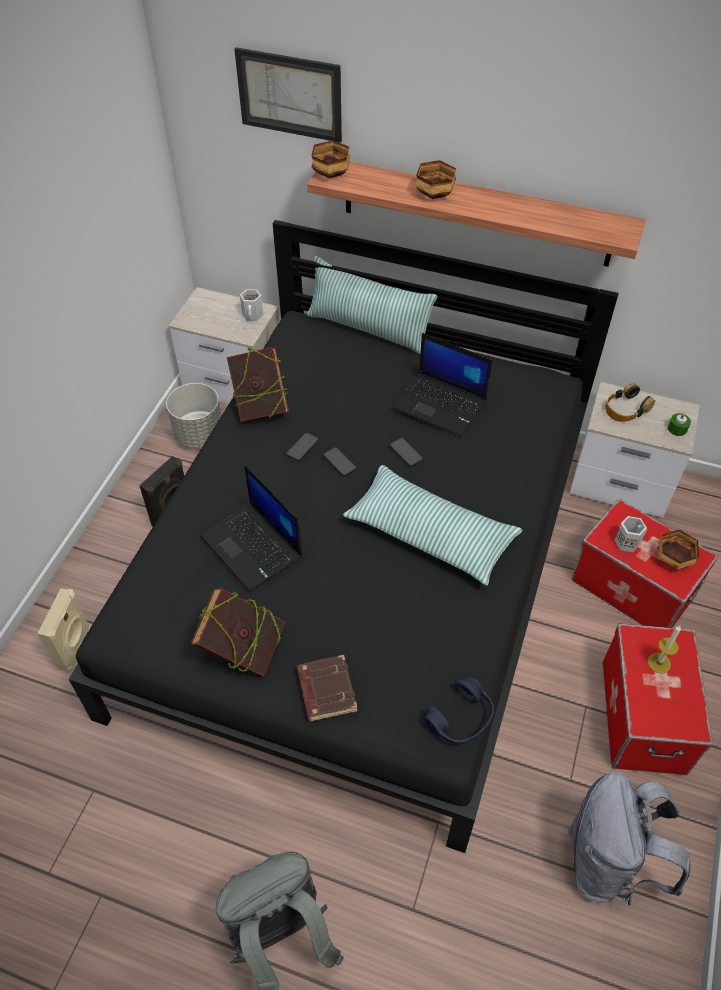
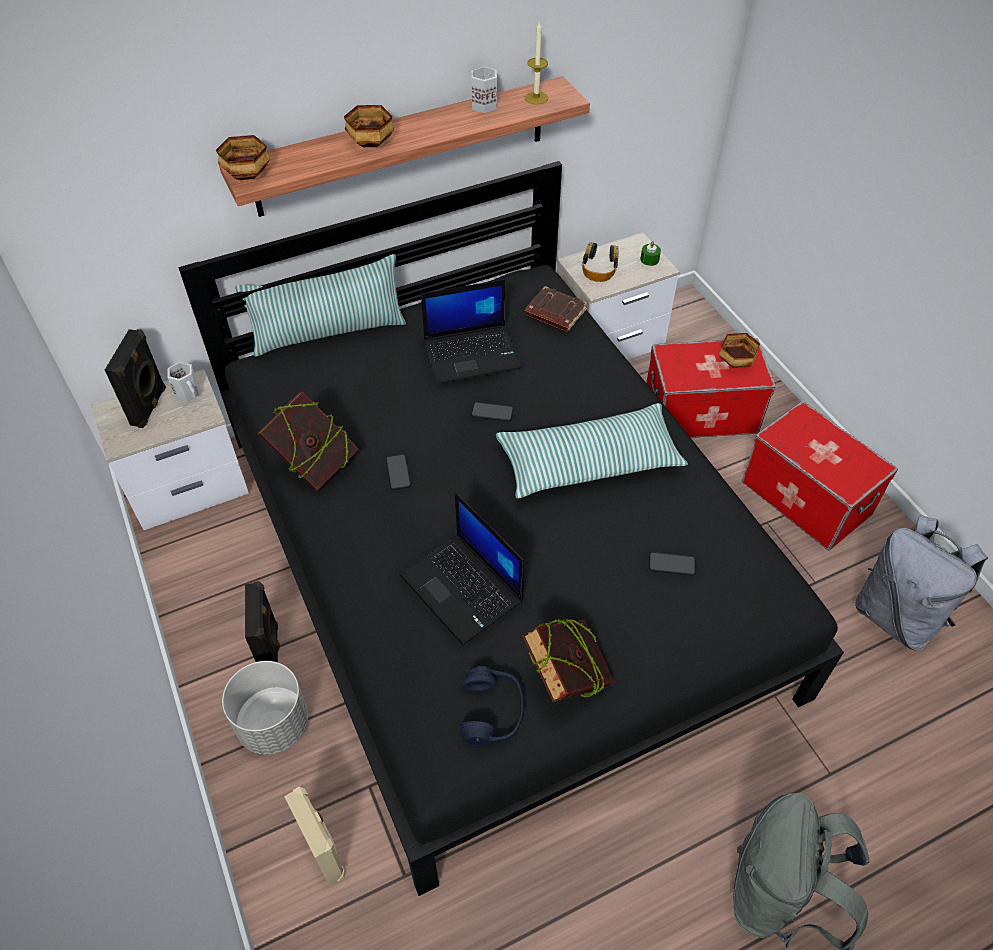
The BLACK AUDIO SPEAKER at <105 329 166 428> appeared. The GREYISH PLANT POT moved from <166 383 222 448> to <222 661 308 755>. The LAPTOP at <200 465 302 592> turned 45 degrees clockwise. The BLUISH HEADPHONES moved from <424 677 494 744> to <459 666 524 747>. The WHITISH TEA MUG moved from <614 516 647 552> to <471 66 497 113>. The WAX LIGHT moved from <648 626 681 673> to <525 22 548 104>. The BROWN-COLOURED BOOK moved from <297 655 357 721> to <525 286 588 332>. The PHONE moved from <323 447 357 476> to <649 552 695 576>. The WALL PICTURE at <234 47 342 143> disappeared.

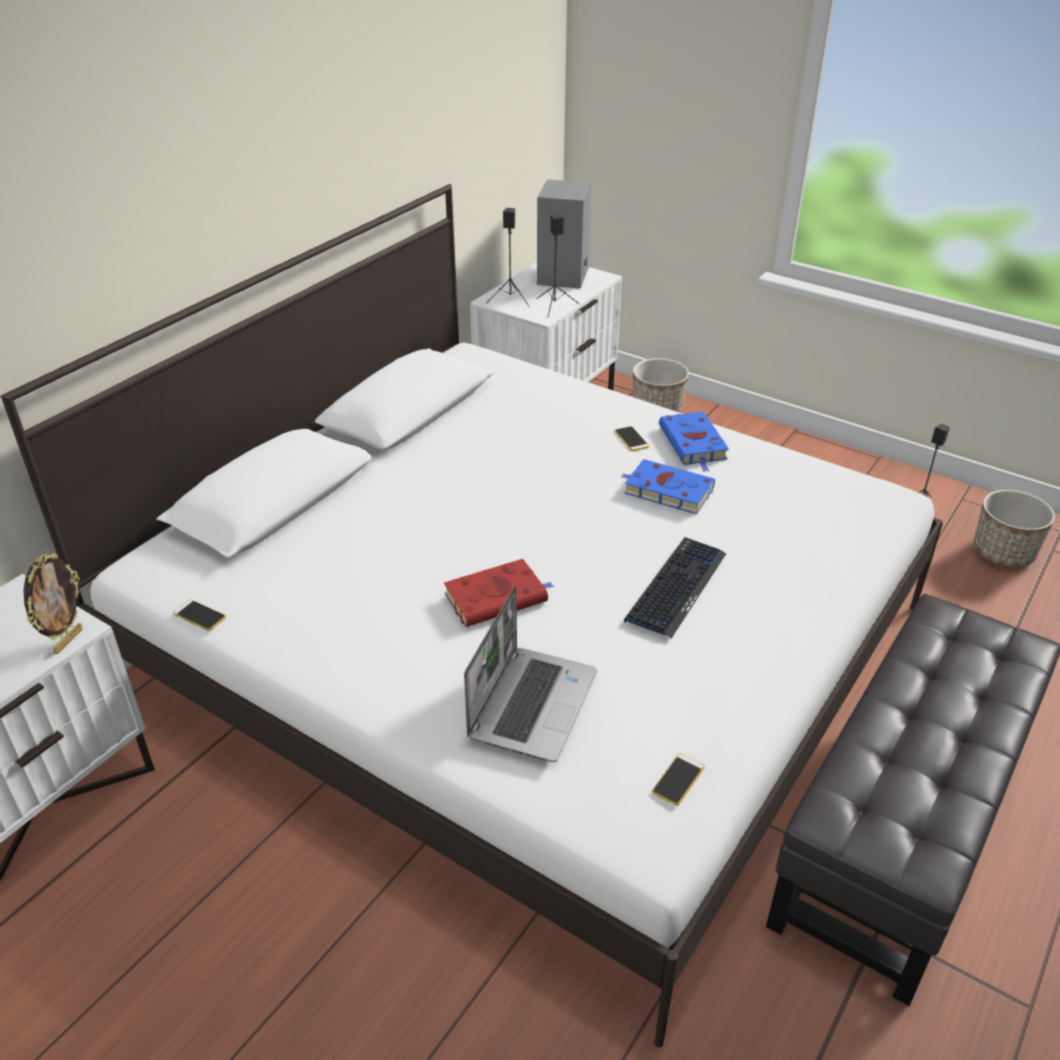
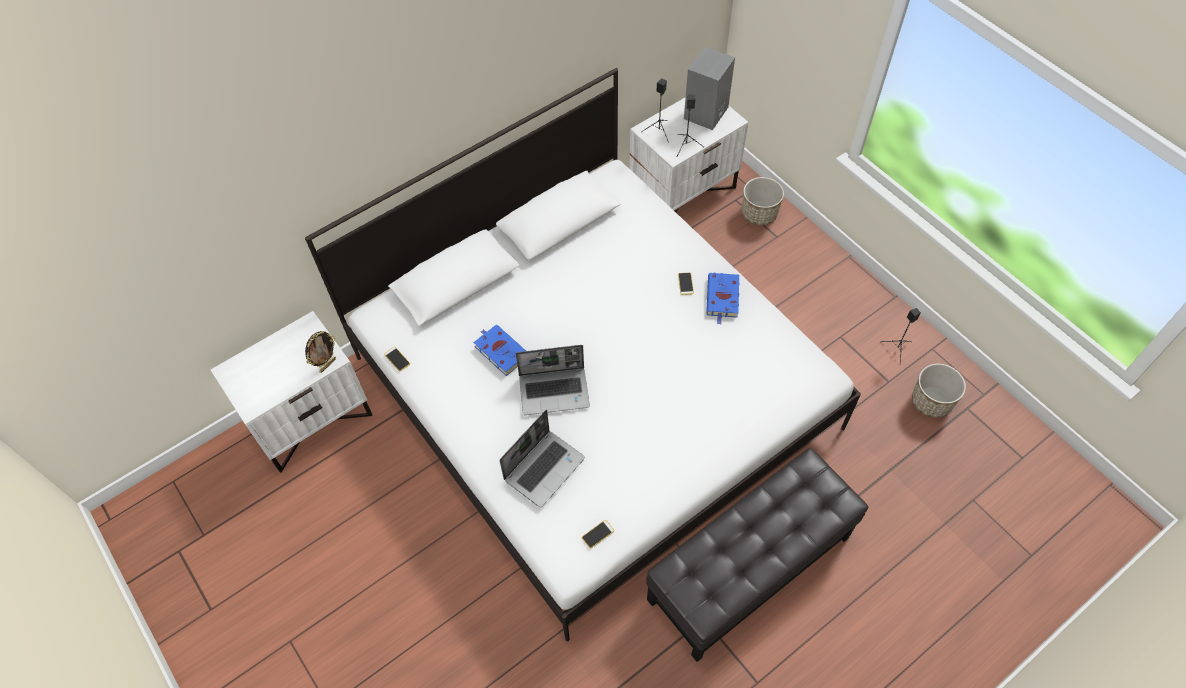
The BLUISH BOOK moved from <621 459 715 514> to <473 325 526 376>. The RED BOOK at <444 559 554 627> was replaced by the LAPTOP at <515 345 590 415>. The COMPUTER KEYBOARD at <624 537 726 639> disappeared.

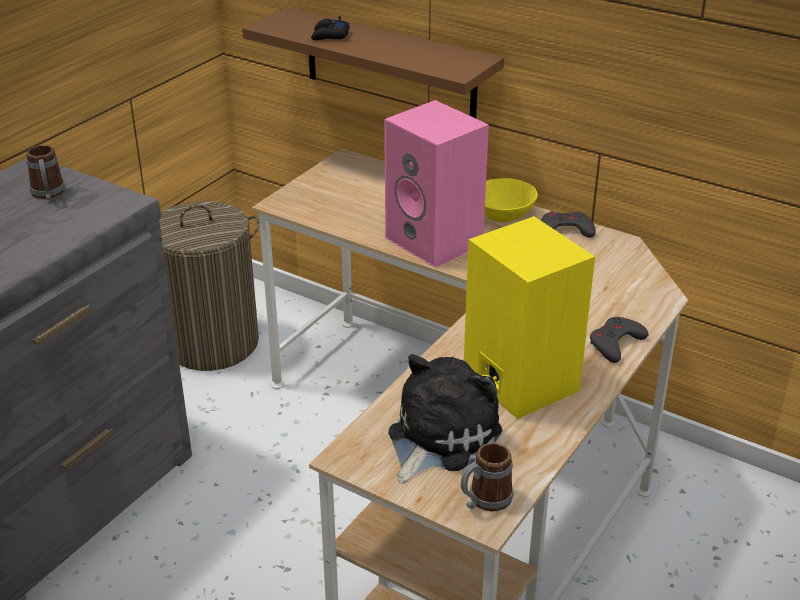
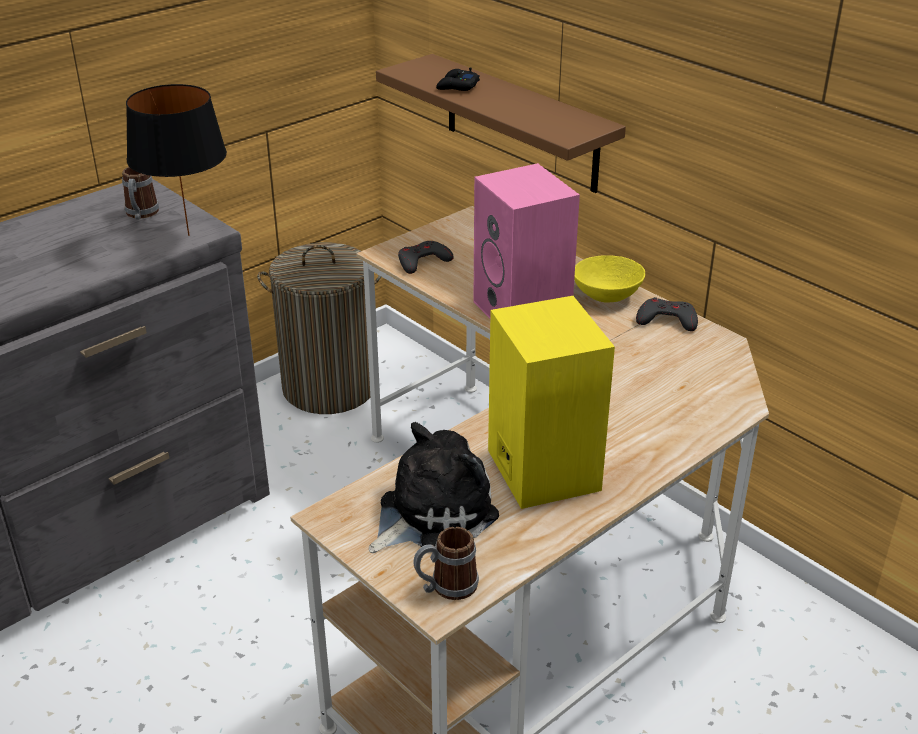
The BLACK TABLE LAMP at <126 84 227 236> appeared. The GREYISH GAMEPAD moved from <590 317 649 363> to <398 241 453 274>.

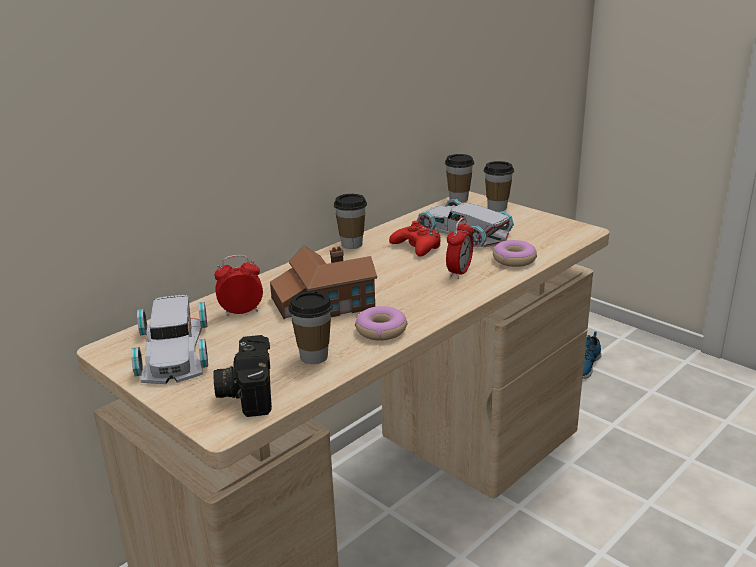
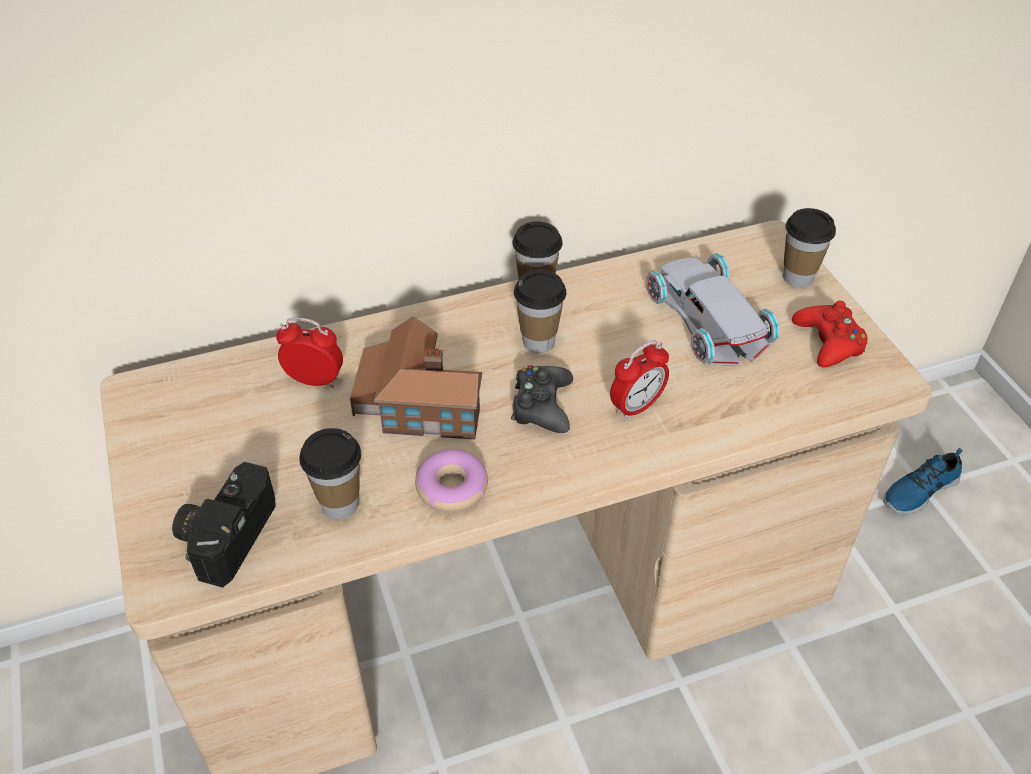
The BLACK GAMEPAD at <511 365 573 433> appeared. The CUP moved from <445 154 474 202> to <514 270 566 353>. The RED GAMEPAD moved from <389 221 441 257> to <792 301 868 368>. The WHITISH MODEL CAR at <131 295 208 384> disappeared. The RING DOUGHNUT at <493 240 537 267> disappeared.

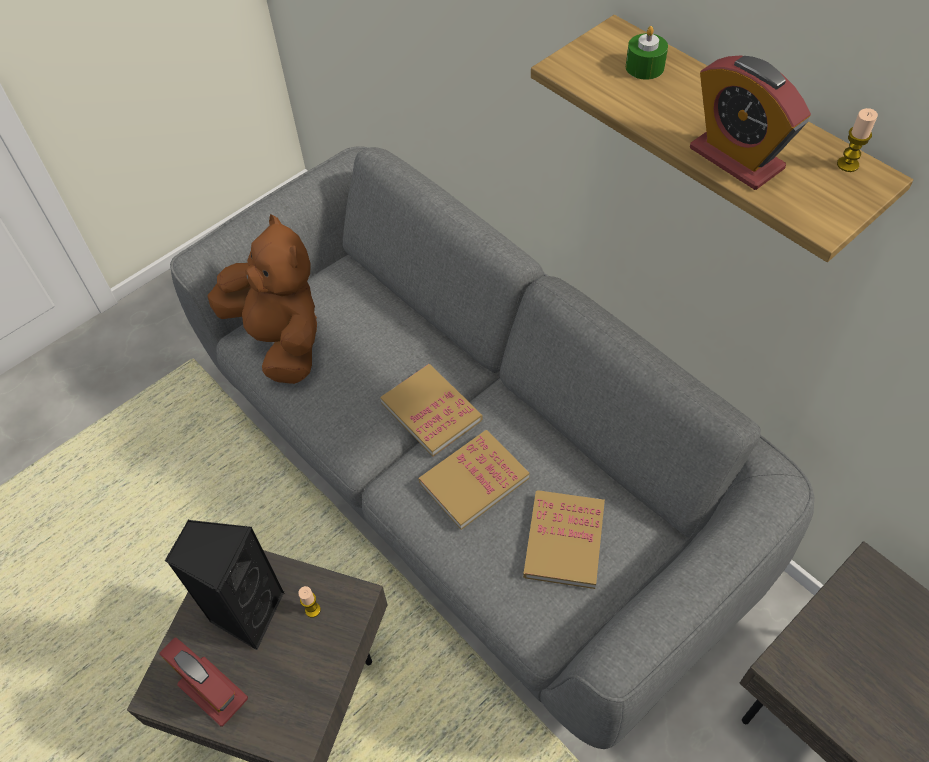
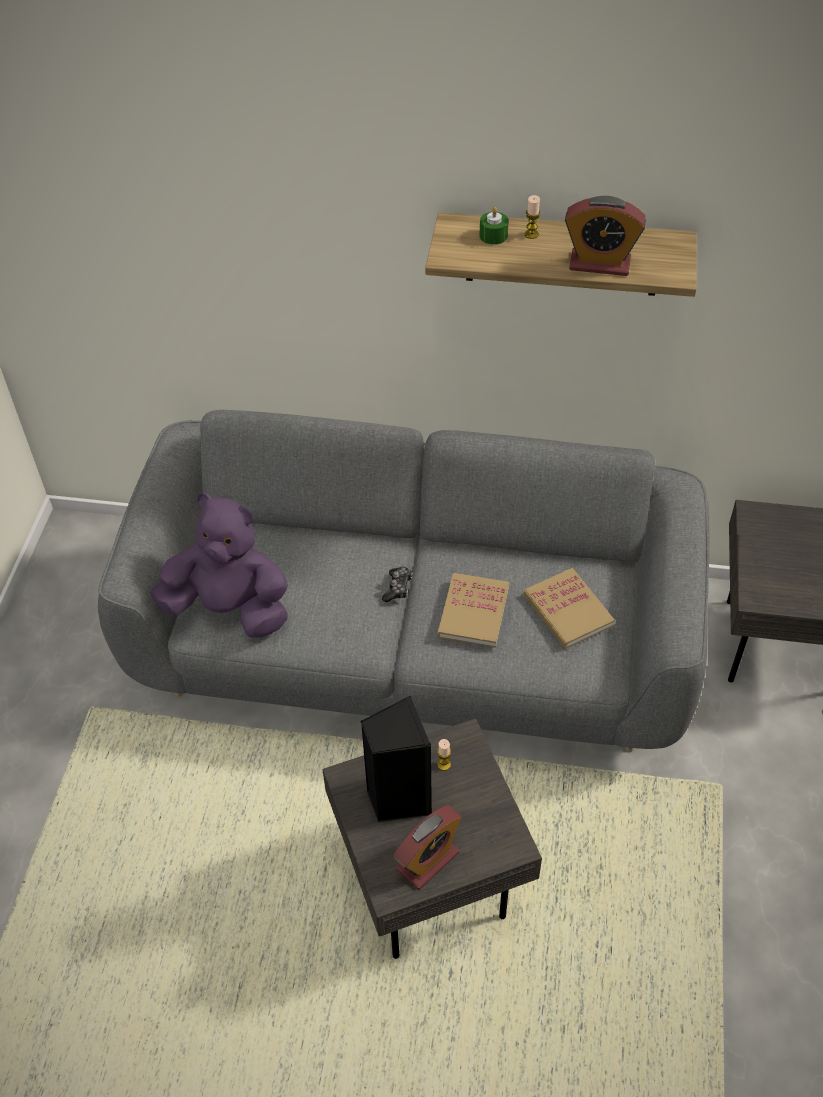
The BROWN-COLOURED PLUSH TOY at <207 214 317 384> became the PURPLE PLUSH TOY at <151 493 288 638>. The BOOK at <380 364 483 457> was replaced by the GAMEPAD at <382 567 413 602>. The TABLE CLOCK at <159 637 248 727> turned 45 degrees counterclockwise. The WAX LIGHT moved from <837 108 878 172> to <525 195 540 239>.

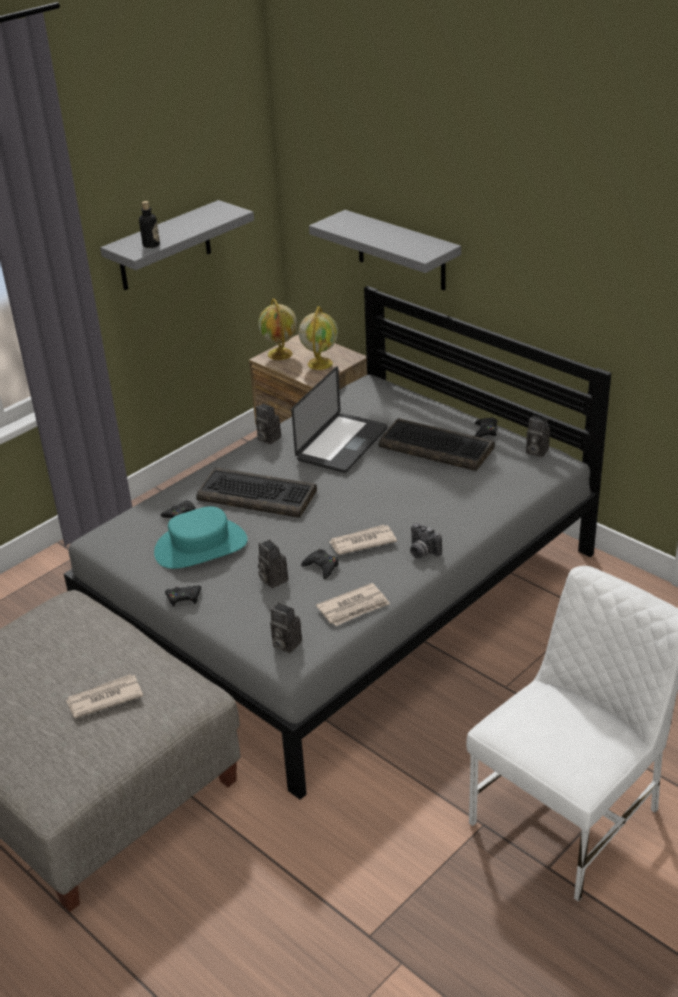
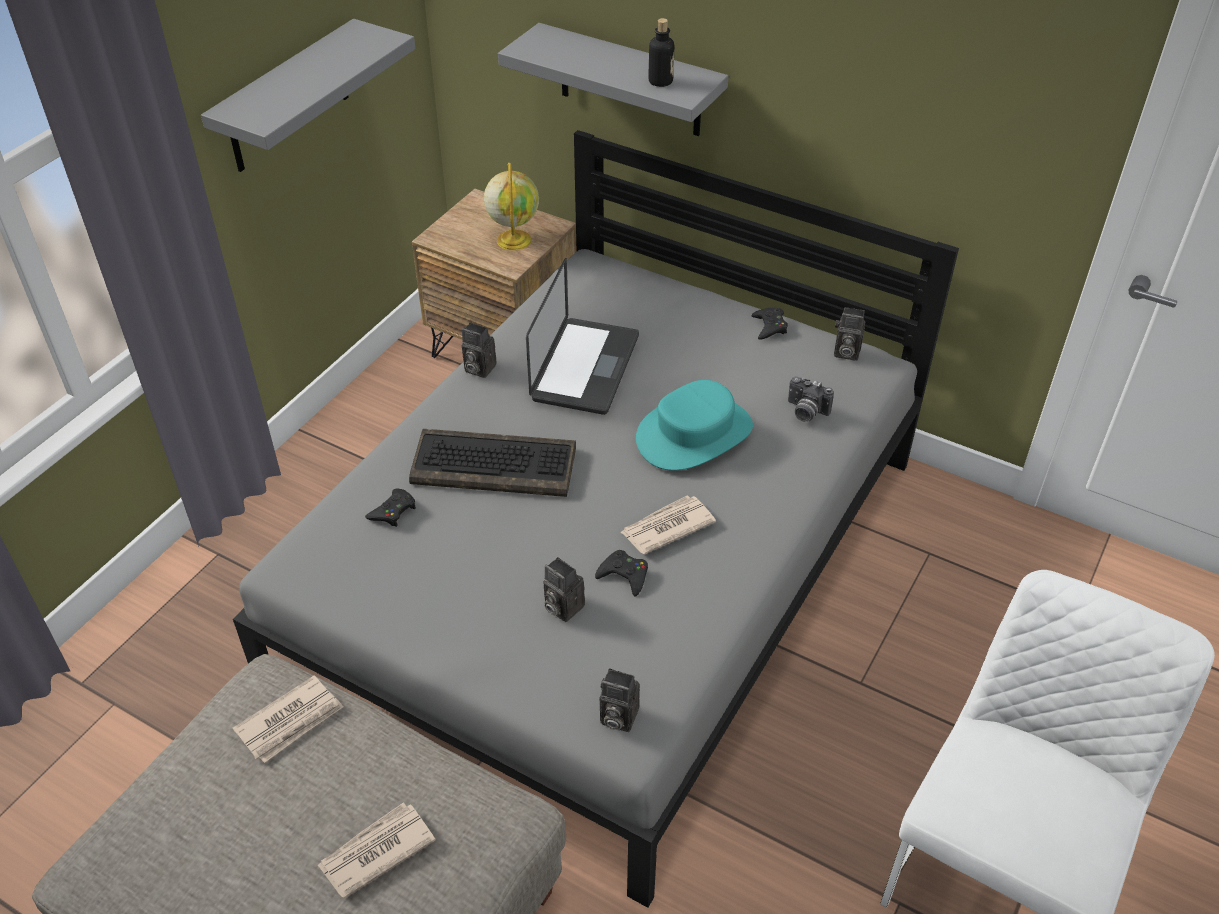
The DAILY PAPER moved from <316 583 390 626> to <233 676 343 763>. The BLUE-GREEN WEARABLE HAT moved from <154 506 247 569> to <636 380 753 471>. The BEVERAGE BOTTLE moved from <139 201 160 248> to <648 18 675 87>. The STILL CAMERA moved from <410 523 442 559> to <788 376 834 422>. The BLACK GAMEPAD at <165 585 201 607> disappeared. The DESK GLOBE at <258 299 297 360> disappeared. The COMPUTER KEYBOARD at <379 418 495 471> disappeared.

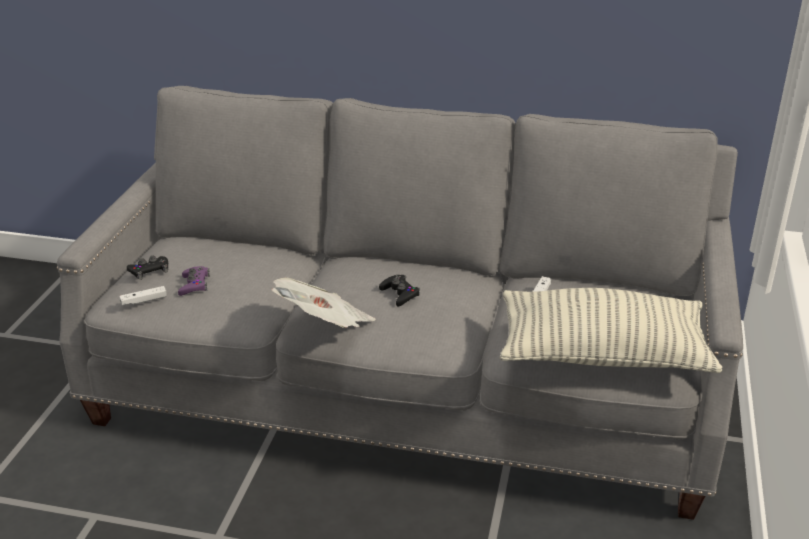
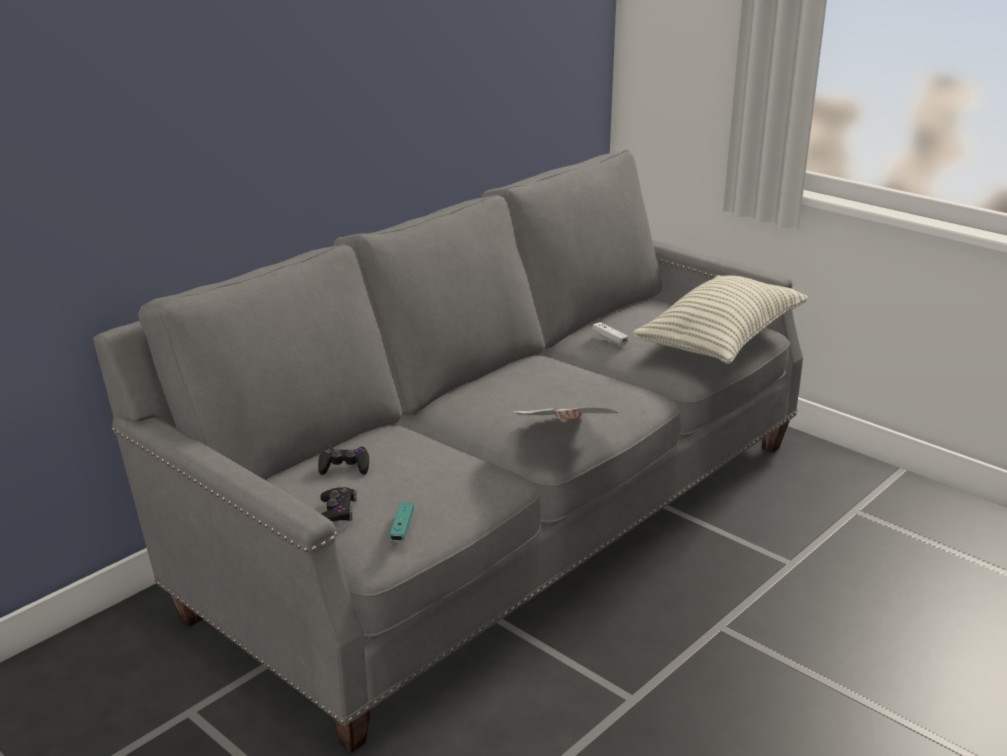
The BLACK GAMEPAD moved from <379 275 420 307> to <318 446 369 475>. The WHITISH GAMEPAD at <119 286 167 305> became the BLUE-GREEN GAMEPAD at <390 502 414 542>. The PURPLE GAMEPAD at <178 266 210 296> disappeared.

